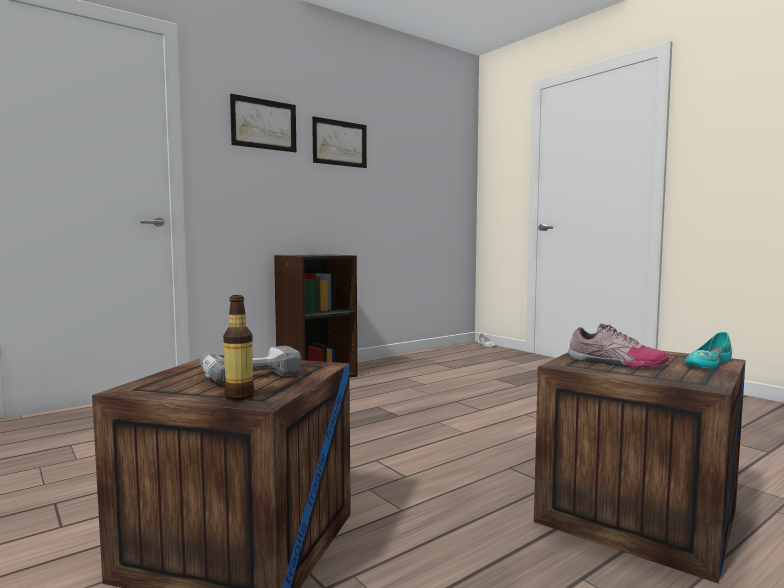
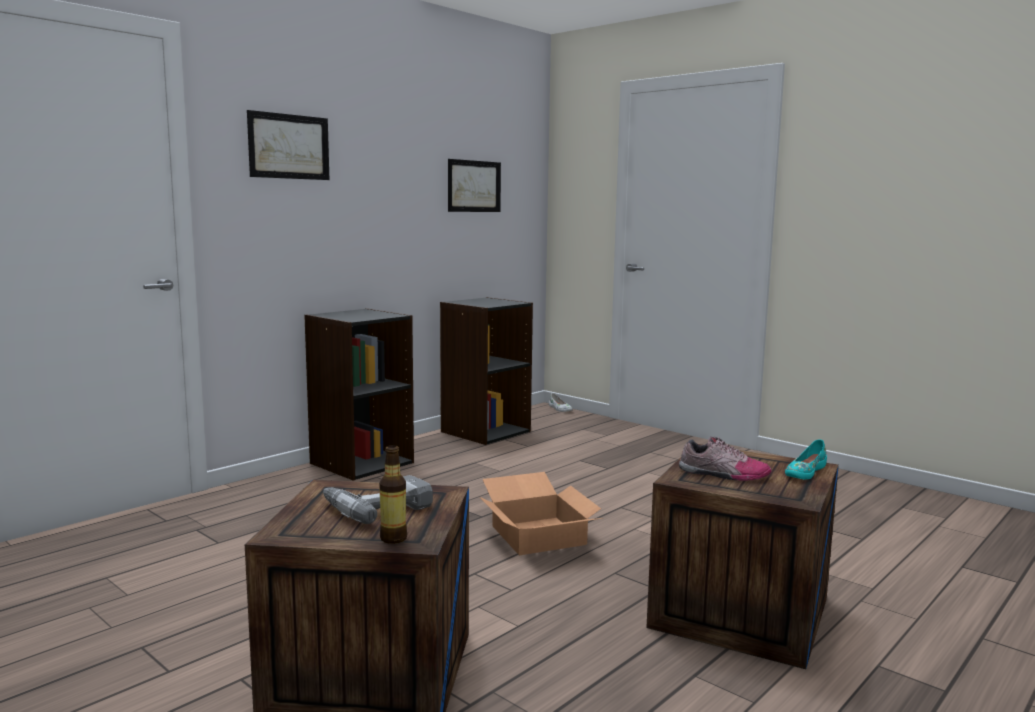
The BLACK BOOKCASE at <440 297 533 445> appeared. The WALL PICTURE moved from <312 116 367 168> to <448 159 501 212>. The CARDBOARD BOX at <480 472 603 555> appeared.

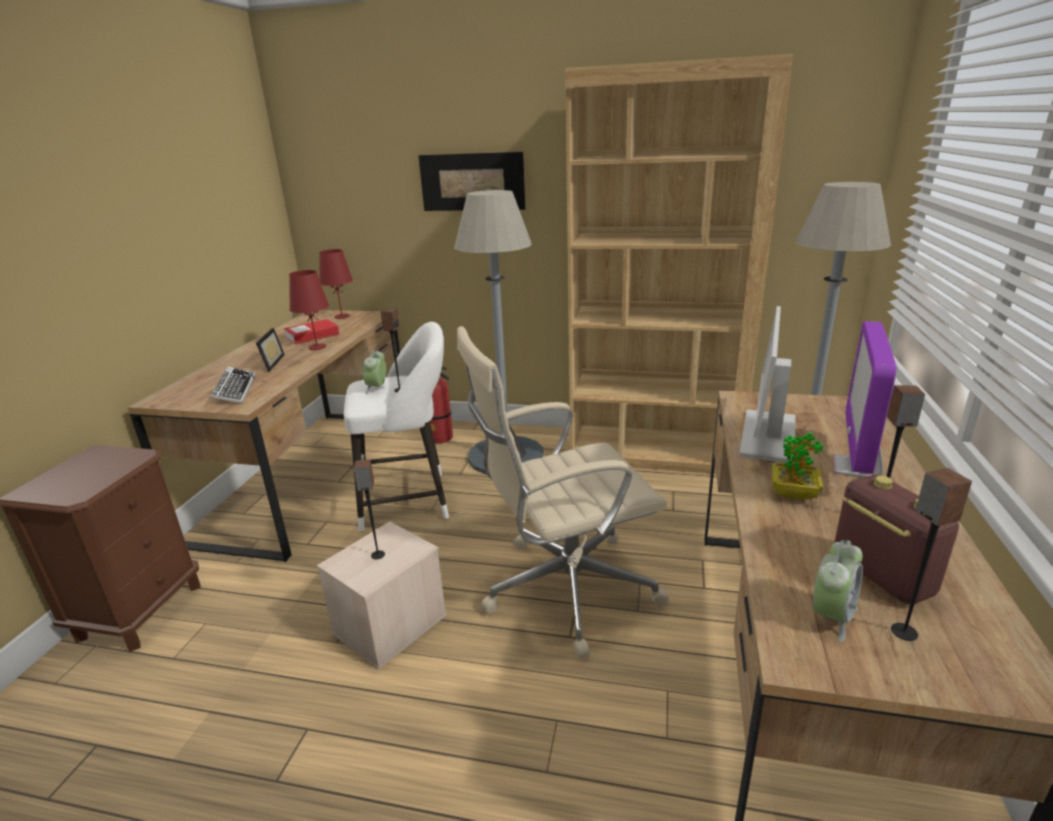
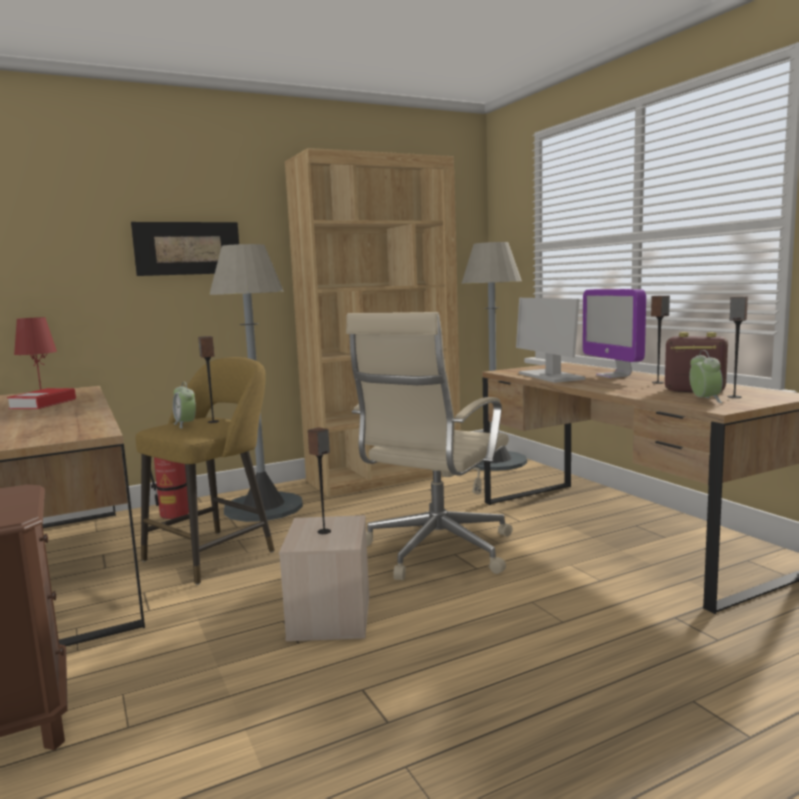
The WHITISH STOOL SEAT at <344 322 449 532> became the YELLOW-COLOURED STOOL SEAT at <136 357 275 585>. The COMPUTER KEYBOARD at <210 367 256 404> disappeared. The PICTURE FRAME at <256 328 285 372> disappeared. The RED TABLE LAMP at <289 270 329 350> disappeared. The PLANT IN A POT at <772 432 823 500> disappeared.

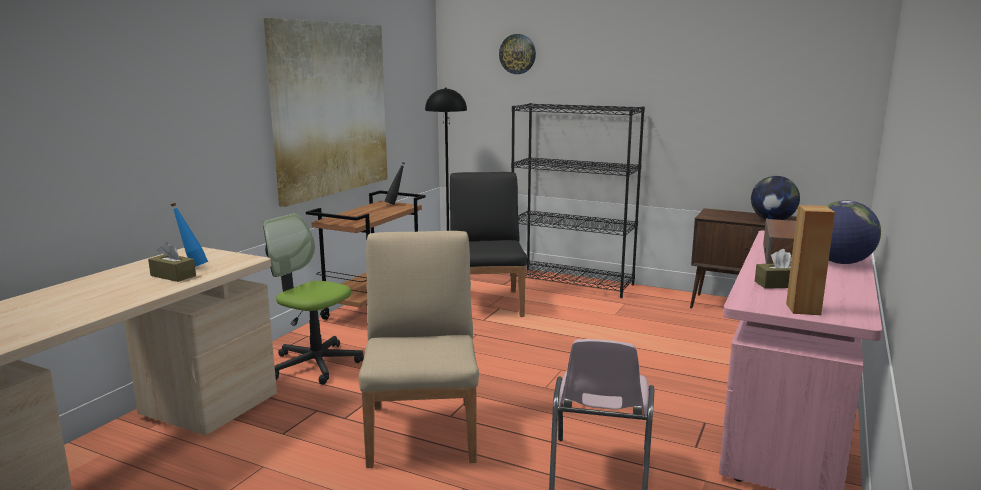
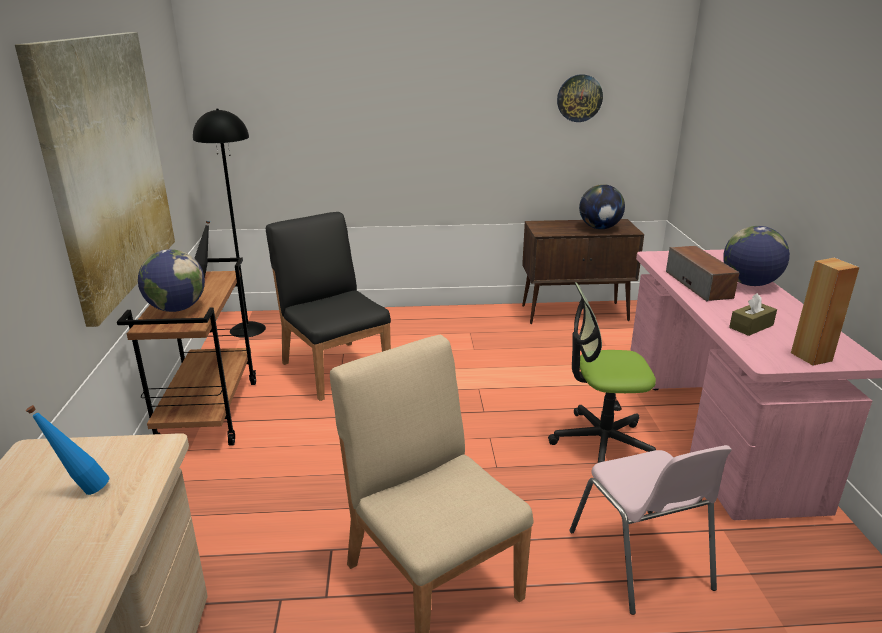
The DESK GLOBE at <138 249 205 312> appeared. The OFFICE CHAIR moved from <263 213 364 384> to <548 282 656 463>. The WALL CLOCK moved from <499 34 536 74> to <557 74 603 122>. The BROWN-COLOURED TISSUE HOLDER at <148 242 196 282> disappeared. The BLACK BOOKCASE at <510 103 645 298> disappeared.

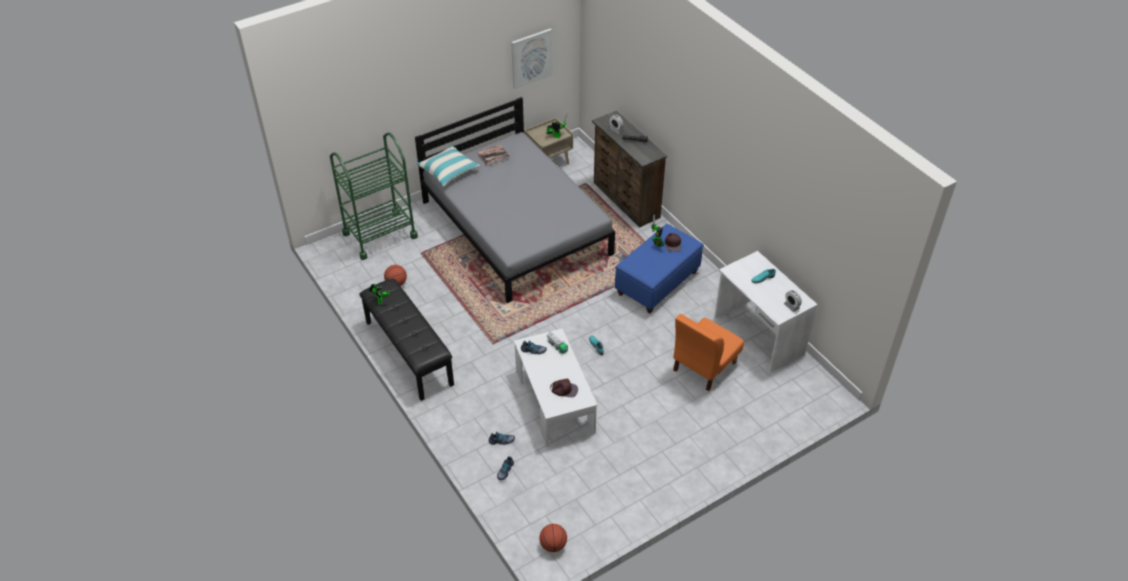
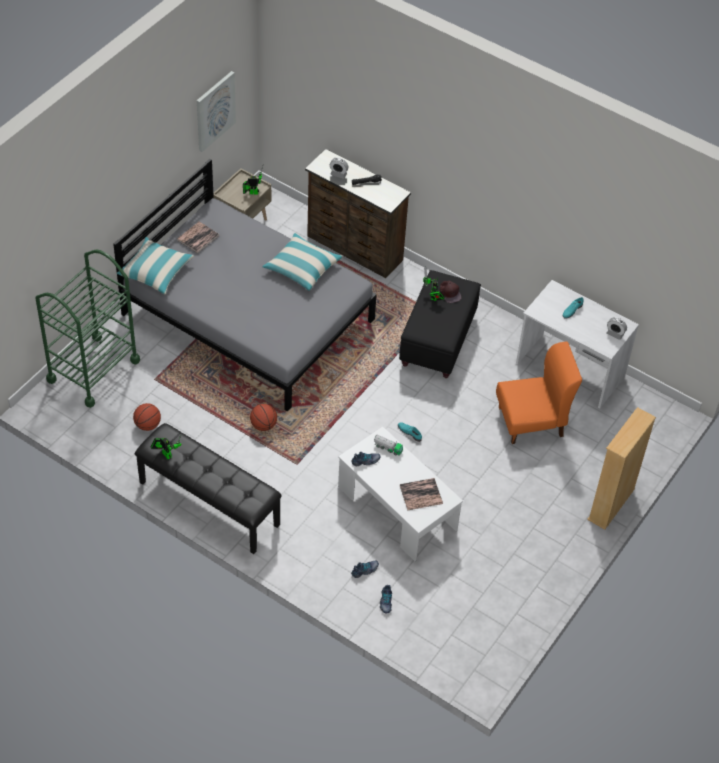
The BASKETBALL BALL moved from <539 524 567 552> to <250 404 277 431>. The THROW PILLOW at <262 233 343 291> appeared. The BLUISH OTTOMAN at <615 224 704 313> became the BLACK OTTOMAN at <399 270 481 378>. The BROWN-COLOURED BASEBALL CAP at <550 379 578 397> was replaced by the BOOK at <400 478 443 510>. The ORANGEY CHAIR at <673 314 744 391> turned 120 degrees counterclockwise. The BEIGE BOOKCASE at <587 407 656 530> appeared.

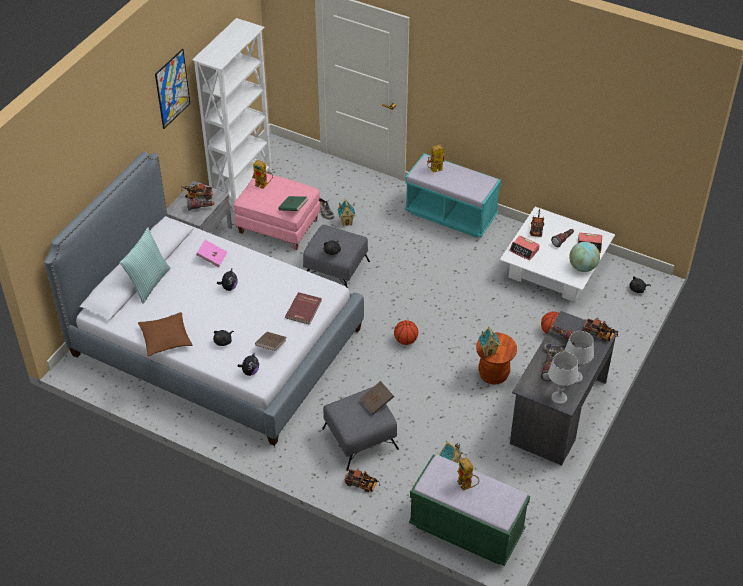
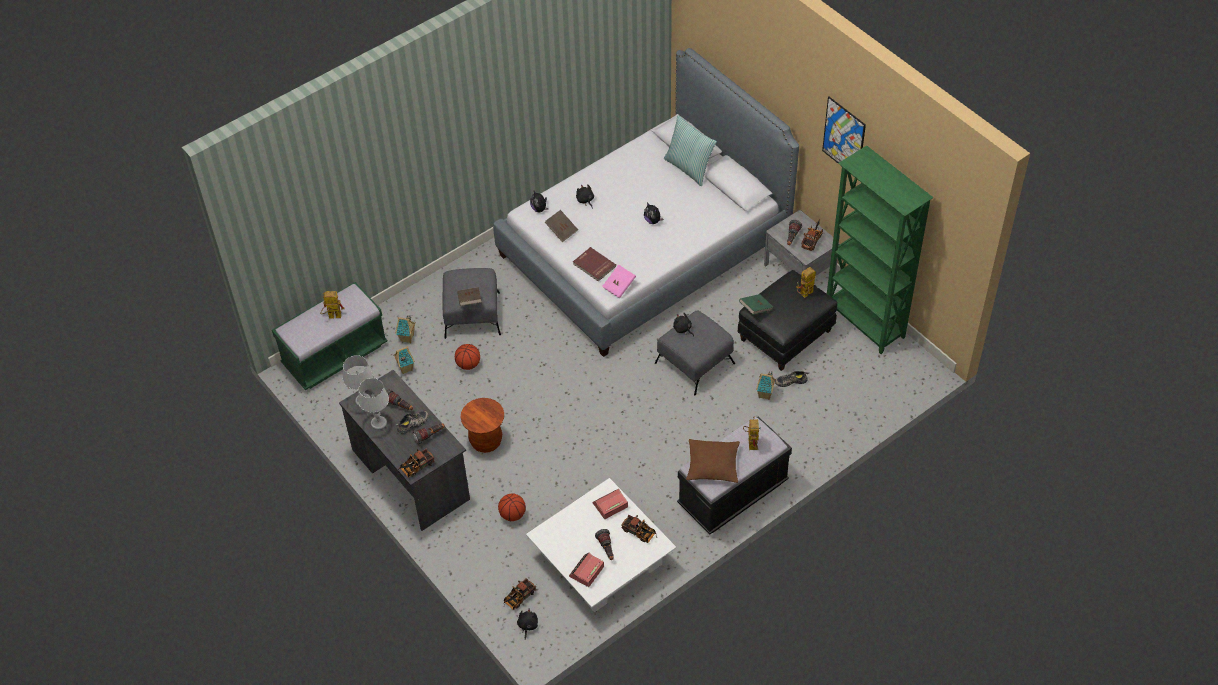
The TOY HOUSE moved from <479 326 500 357> to <395 315 415 343>. The BASKETBALL BALL moved from <394 320 418 345> to <455 344 480 370>. The MODEL TRUCK moved from <345 468 380 492> to <504 578 536 610>. The PINK-COLOURED BOOK moved from <196 240 227 268> to <602 265 636 298>. The BLUE-GREEN INDOOR BENCH at <405 153 501 238> became the BLACK INDOOR BENCH at <677 417 792 534>. The BROWN-COLOURED THROW PILLOW moved from <138 312 192 356> to <686 439 740 483>. The PINK-COLOURED OTTOMAN at <234 174 321 250> became the BLACK OTTOMAN at <737 270 838 371>. The WHITISH BOOKCASE at <192 18 272 211> became the GREEN-COLOURED BOOKCASE at <827 146 933 354>. The DESK GLOBE at <569 242 600 272> disappeared.

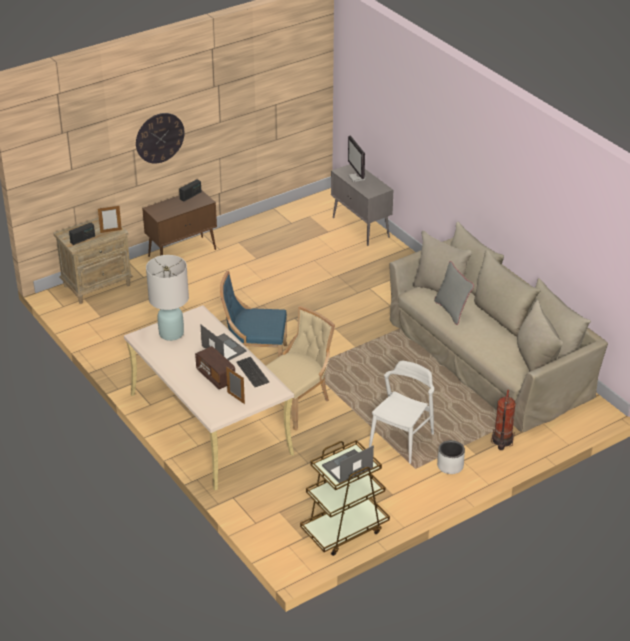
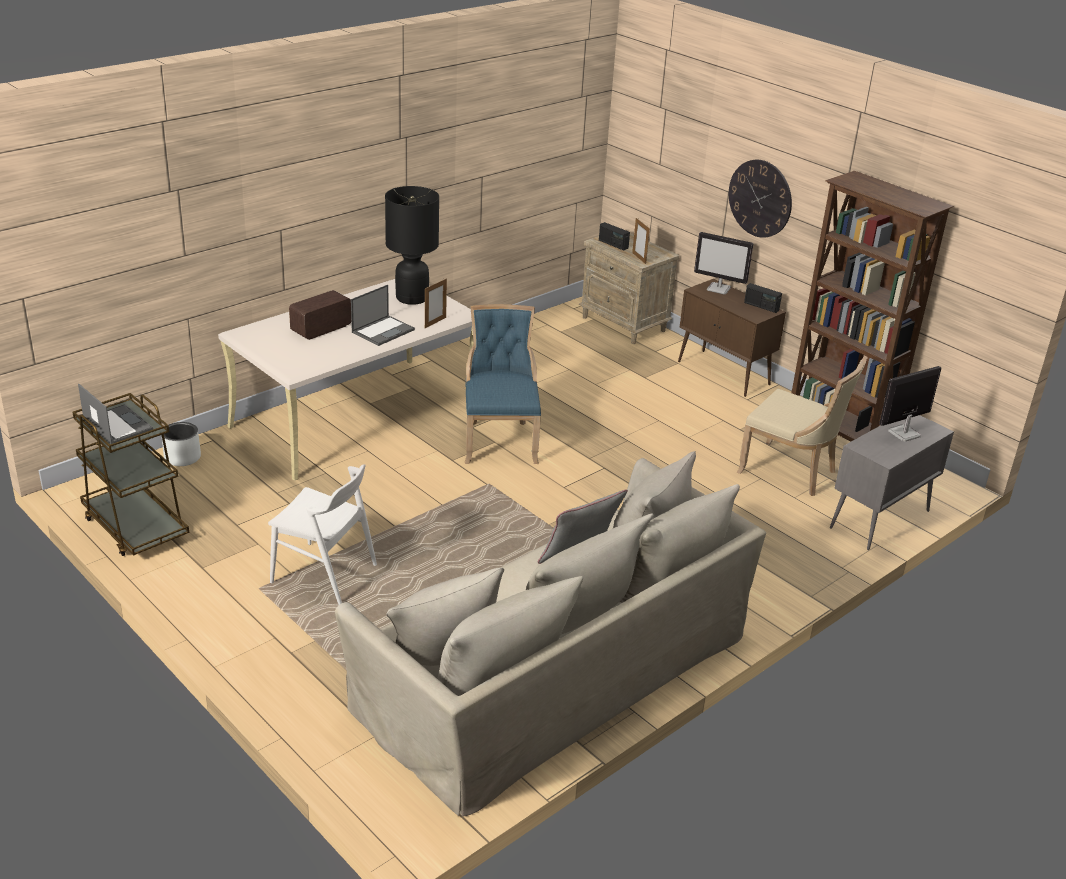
The WHITISH PLANT POT moved from <437 440 465 474> to <161 422 201 466>. The WHITISH TABLE LAMP at <146 255 189 341> became the BLACK TABLE LAMP at <385 186 439 305>. The PICTURE FRAME moved from <226 366 245 404> to <425 278 447 328>. The MONITOR at <694 232 753 294> appeared. The BEIGE CHAIR moved from <266 306 335 431> to <736 356 868 496>. The BROWN-COLOURED BOOKCASE at <791 171 954 441> appeared. The COMPUTER KEYBOARD at <236 357 269 387> disappeared. The FIRE EXTINGUISHER at <491 389 516 450> disappeared.

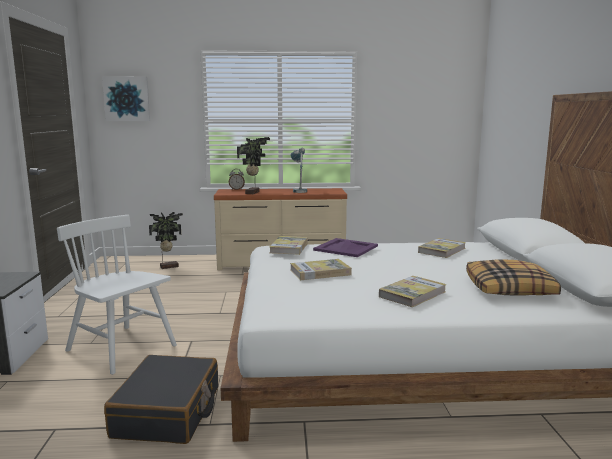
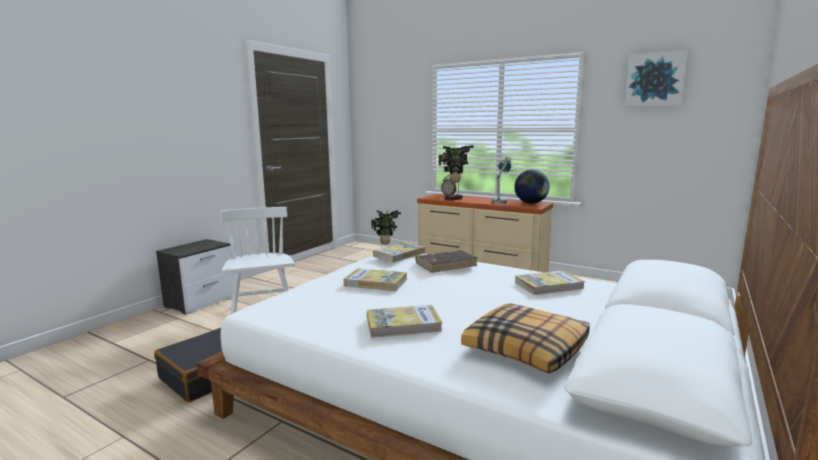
The PURPLE TRAY at <313 238 378 257> was replaced by the BROWN-COLOURED BOOK at <416 250 478 273>. The DESK GLOBE at <514 169 550 204> appeared. The WALL PICTURE moved from <102 77 150 121> to <625 50 688 107>.

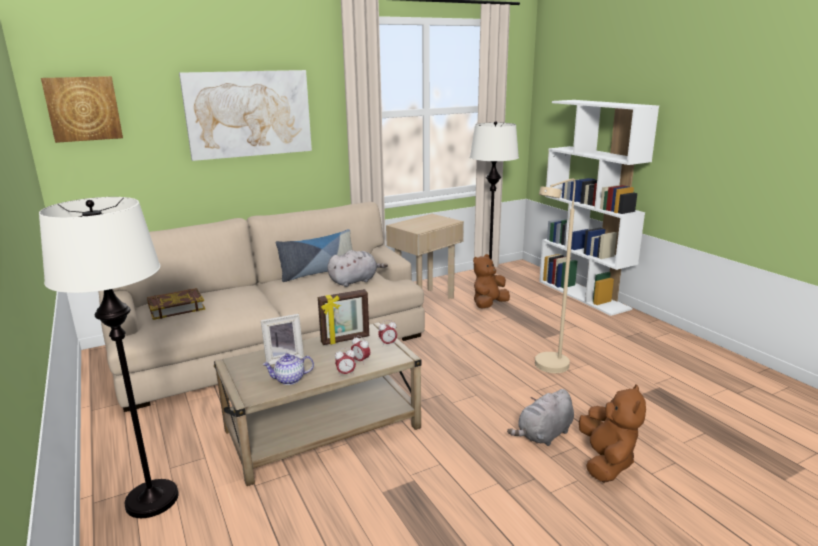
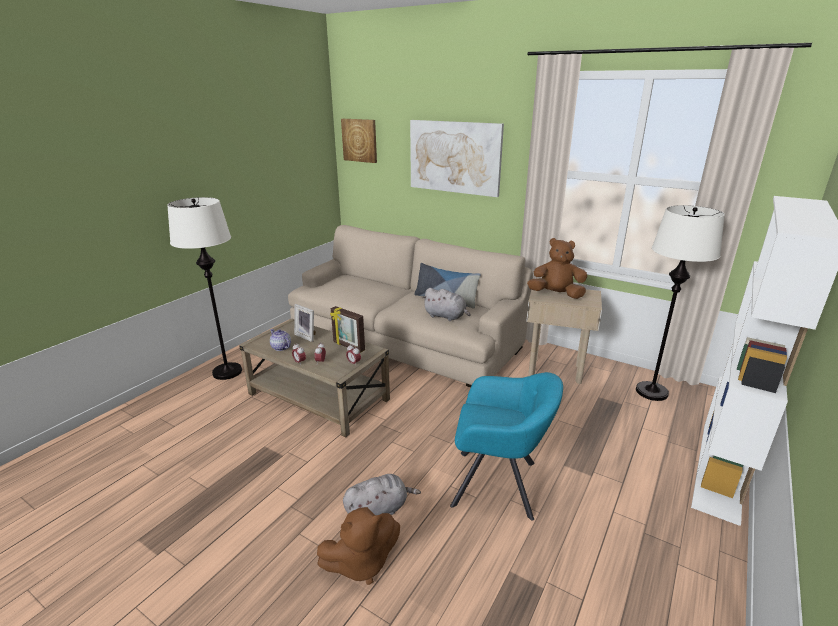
The GREYISH PLUSH TOY at <507 389 574 446> turned 135 degrees clockwise. The BEIGE STANDARD LAMP at <535 178 576 373> was replaced by the BLUE-GREEN LOUNGE CHAIR at <450 372 563 521>. The BROWN-COLOURED PLUSH TOY moved from <473 254 510 309> to <527 238 587 299>. The BOOK at <147 288 205 320> disappeared.

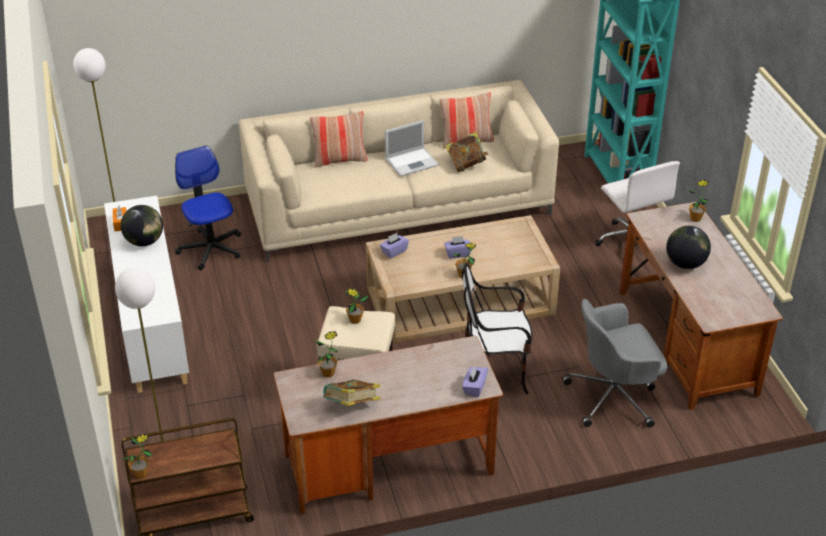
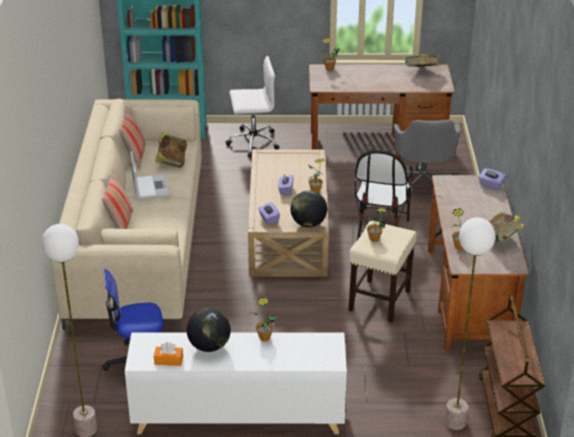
The PLANT IN A POT moved from <122 434 153 479> to <251 297 277 341>. The DESK GLOBE moved from <666 226 711 269> to <291 191 327 227>. The BOOK at <405 54 441 67> appeared.

